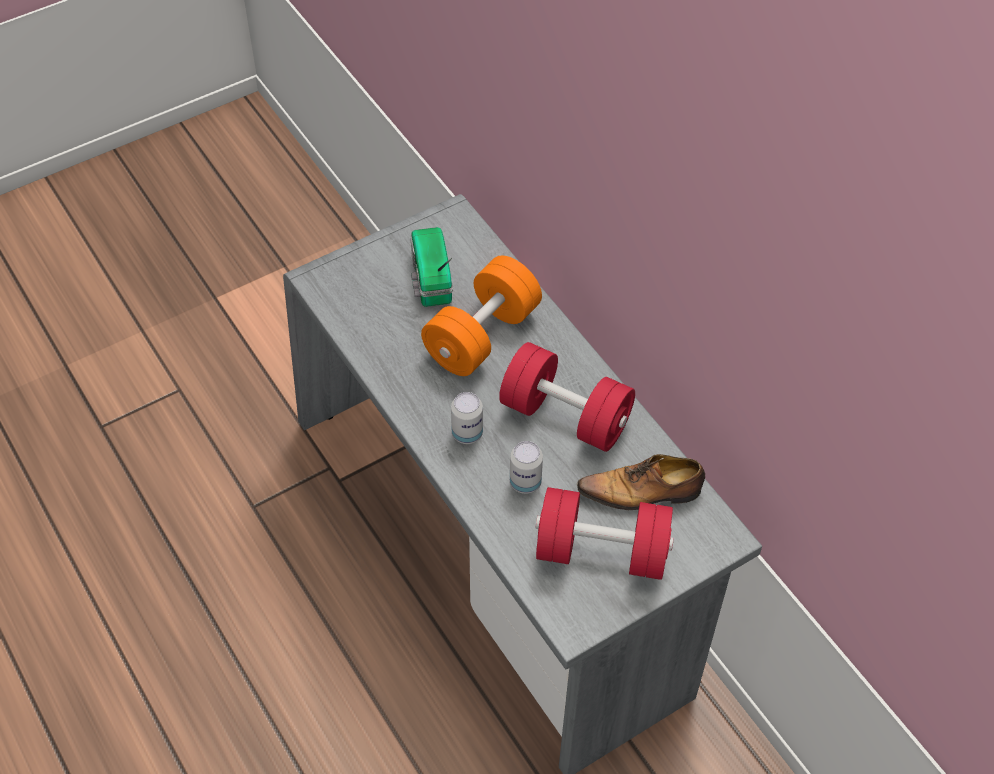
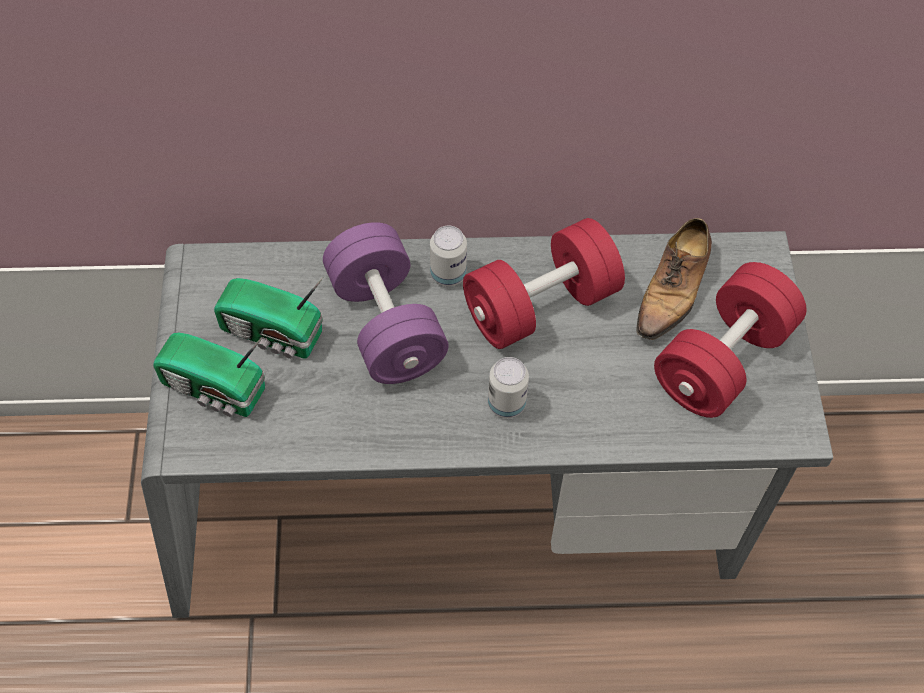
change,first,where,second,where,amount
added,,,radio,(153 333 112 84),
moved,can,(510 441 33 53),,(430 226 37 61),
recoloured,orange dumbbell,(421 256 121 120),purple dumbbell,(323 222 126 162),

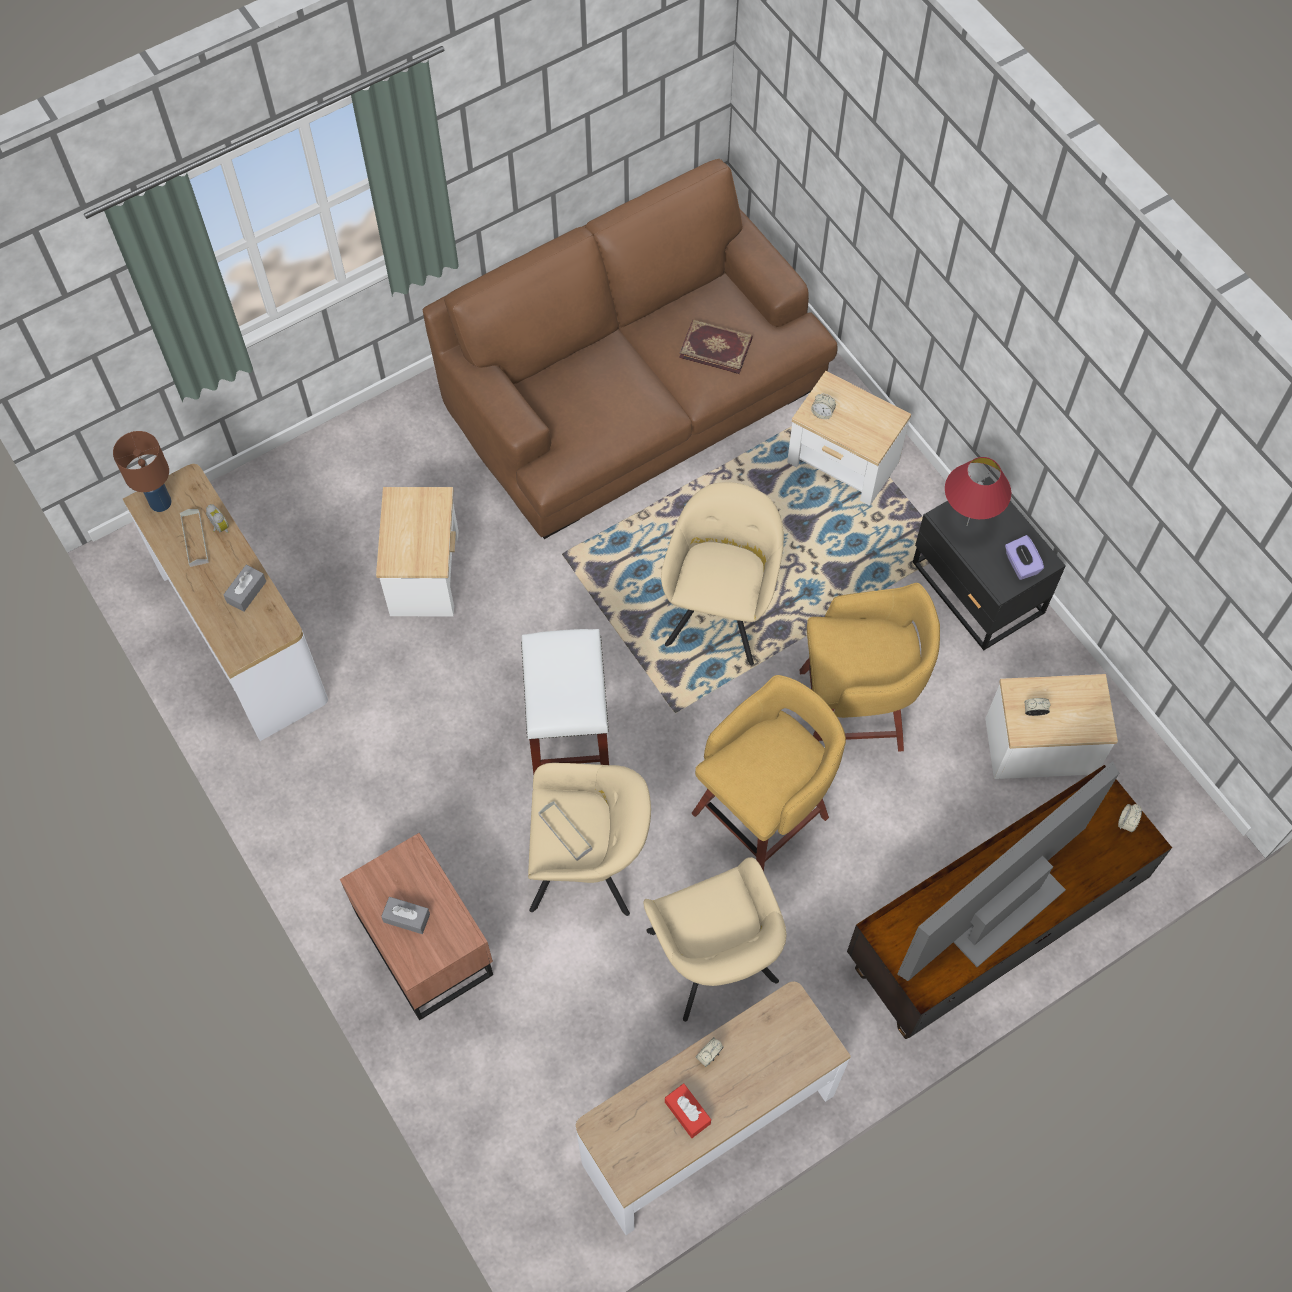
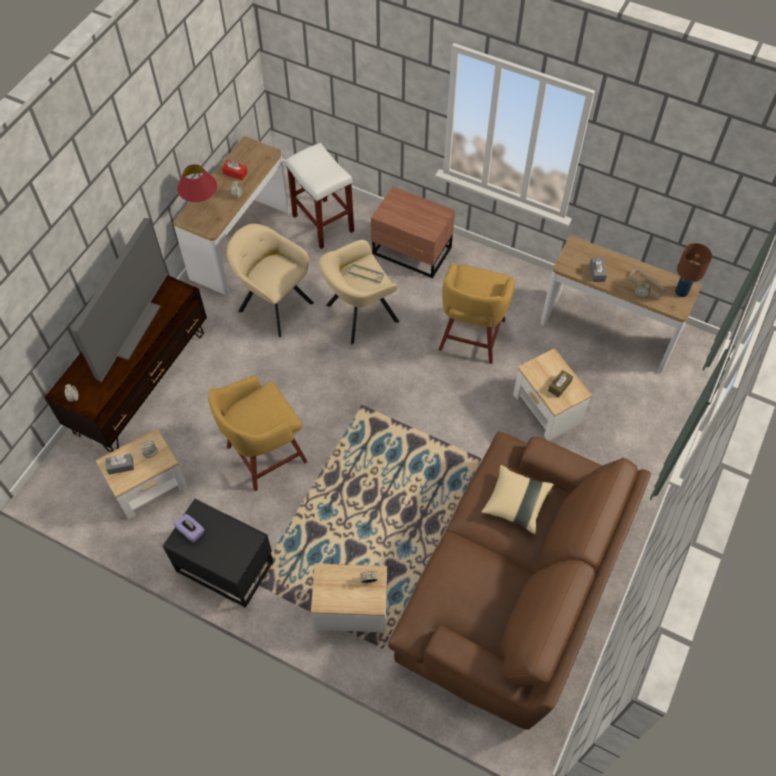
change,first,where,second,where,amount
removed,beige armchair,(661 482 123 183),,,
removed,book,(679 320 74 54),,,
added,,,beige pillow,(481 465 73 69),
added,,,brown tissue box,(548 370 25 28),
moved,grey tissue box,(381 897 49 37),,(105 454 29 21),
moved,white stool,(521 629 88 145),,(286 143 68 106),
moved,yellow stool,(691 675 155 197),,(438 263 77 101),
moved,red table lamp,(945 457 66 68),,(177 164 40 50),

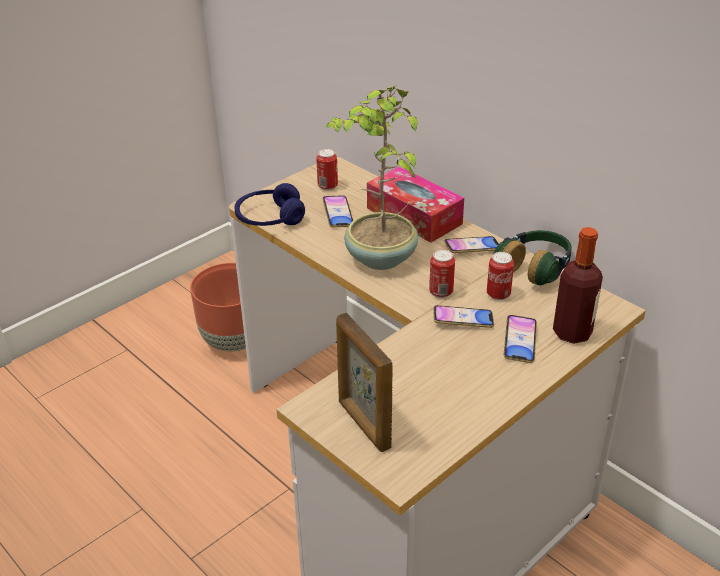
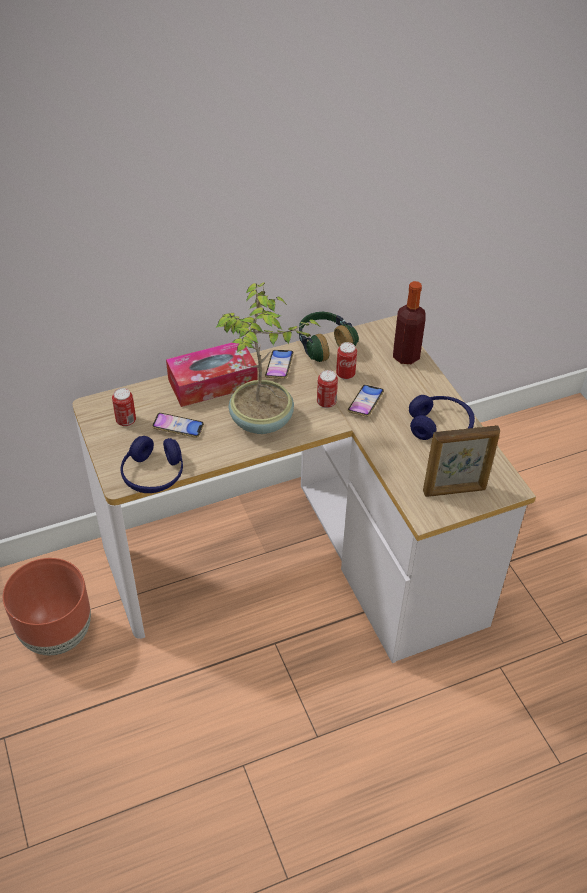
change,first,where,second,where,amount
removed,phone,(504 315 33 48),,,
added,,,blue headphones,(409 395 66 45),

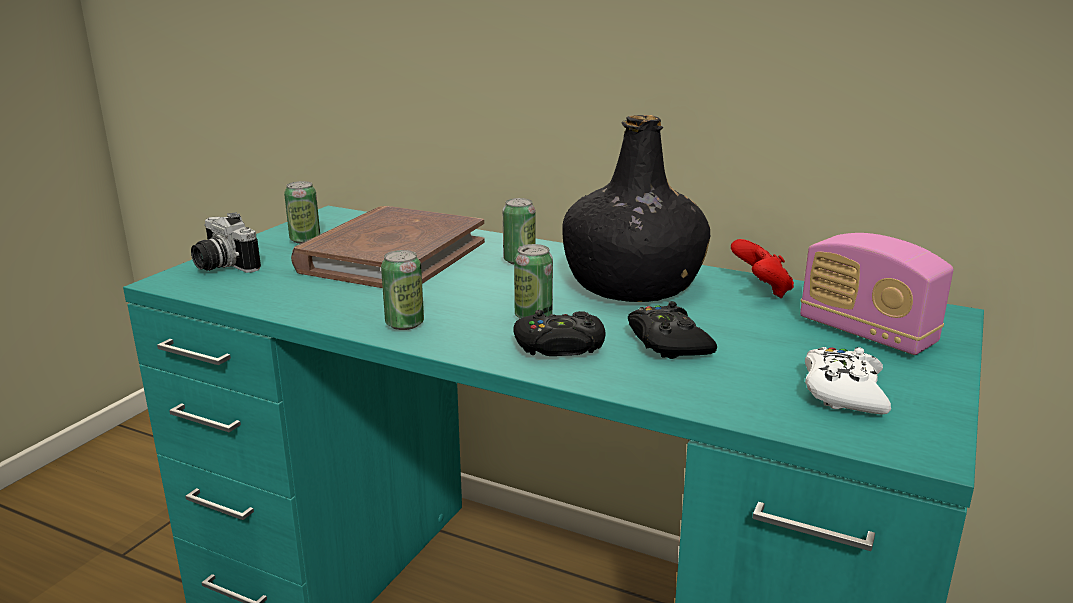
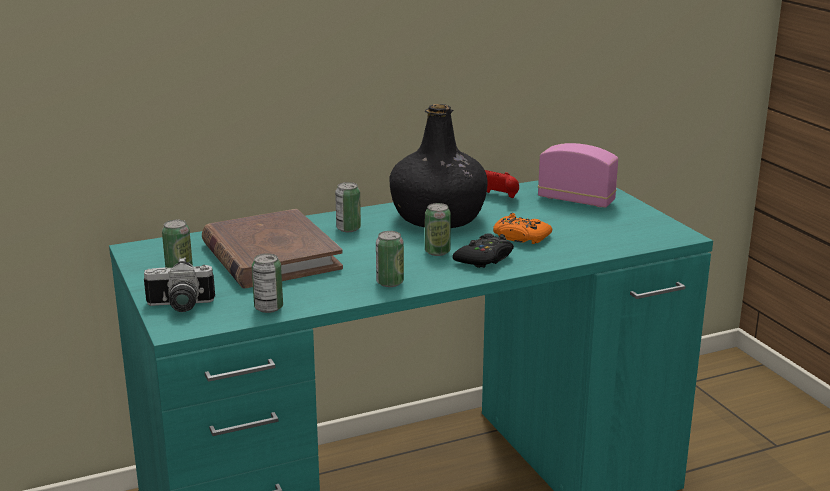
change,first,where,second,where,amount
removed,white game controller,(805 347 86 68),,,
added,,,can,(252 253 31 60),
recoloured,black game controller,(628 301 89 58),orange game controller,(493 213 59 31),
turned,radio,(800 233 154 122),,(538 143 80 65),150 degrees counterclockwise

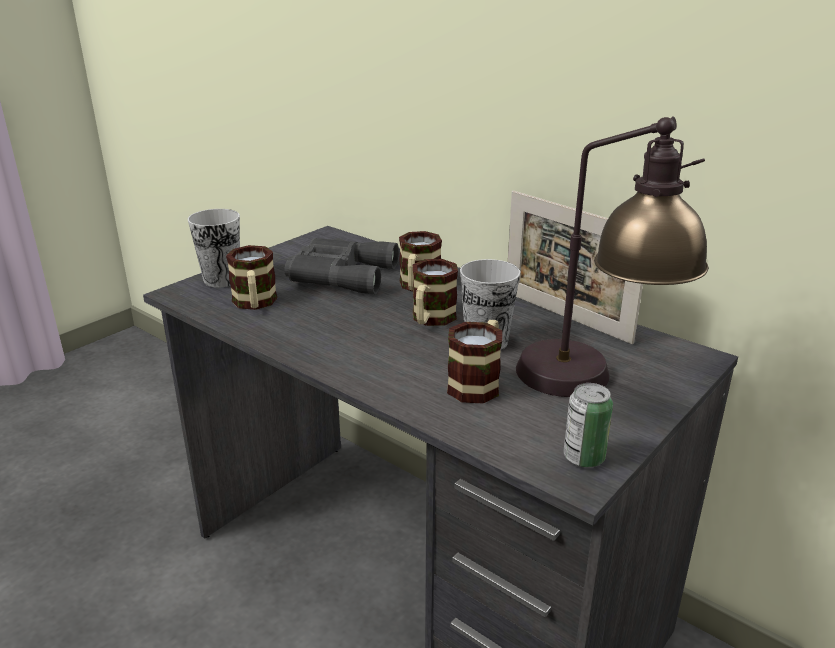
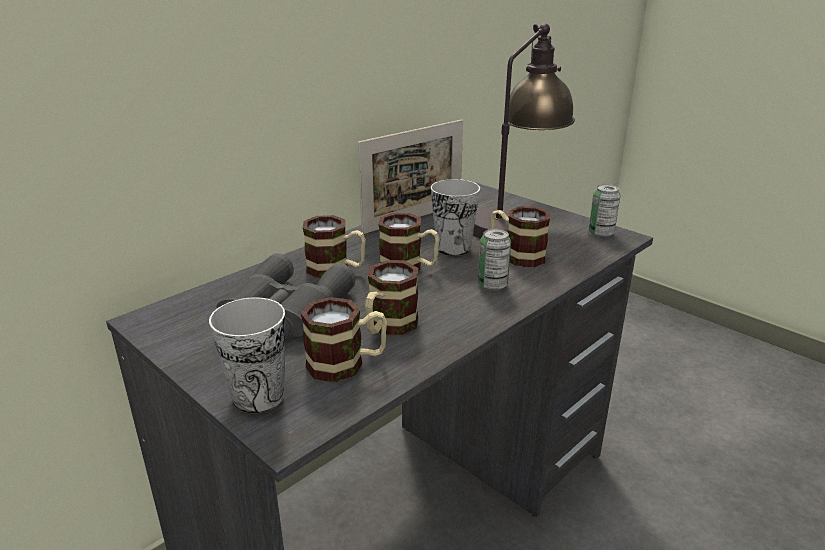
change,first,where,second,where,amount
added,,,mug,(365 260 53 75),
added,,,can,(478 229 33 62),

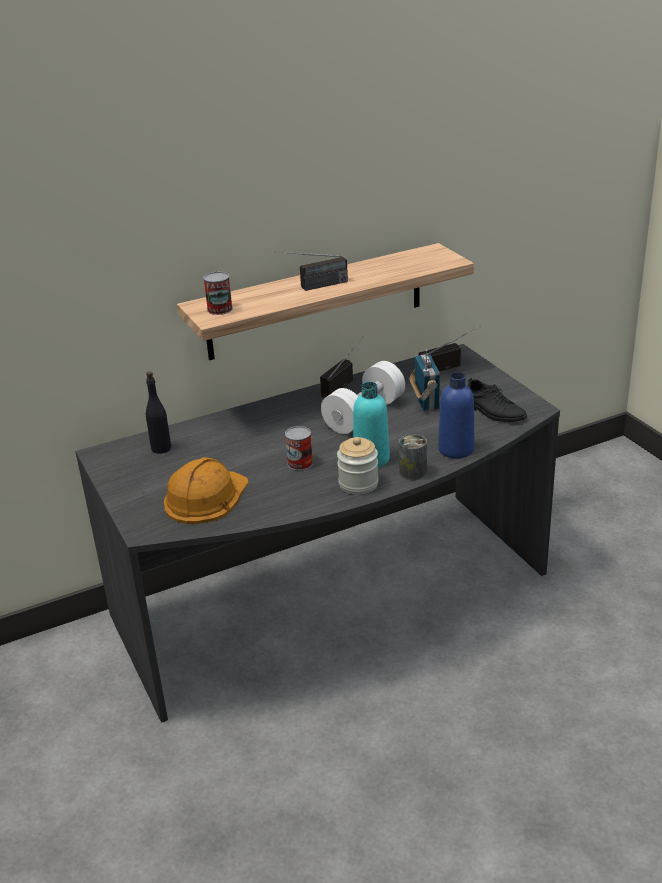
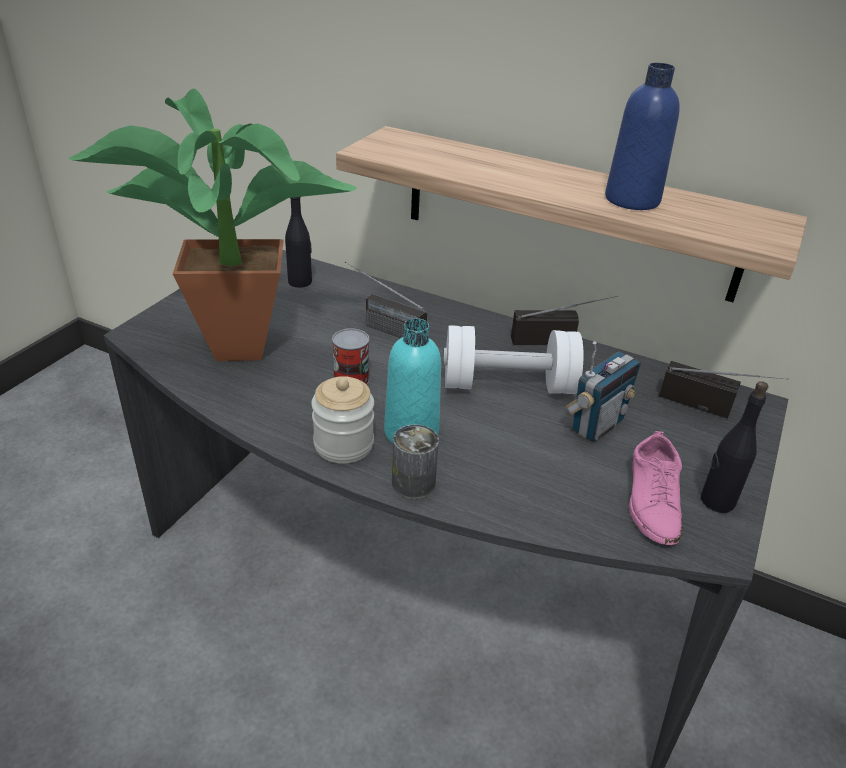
change,first,where,second,where,amount
removed,can,(203 272 30 43),,,
added,,,black bottle,(701 381 67 132),
moved,radio,(274 252 74 39),,(345 261 82 77),
moved,blue bottle,(438 372 36 86),,(605 63 75 147),
replaced,orange hard hat,(164 457 85 67),potted plant,(69 88 288 273),
recoloured,black shoe,(468 378 59 44),pink shoe,(629 431 53 114),

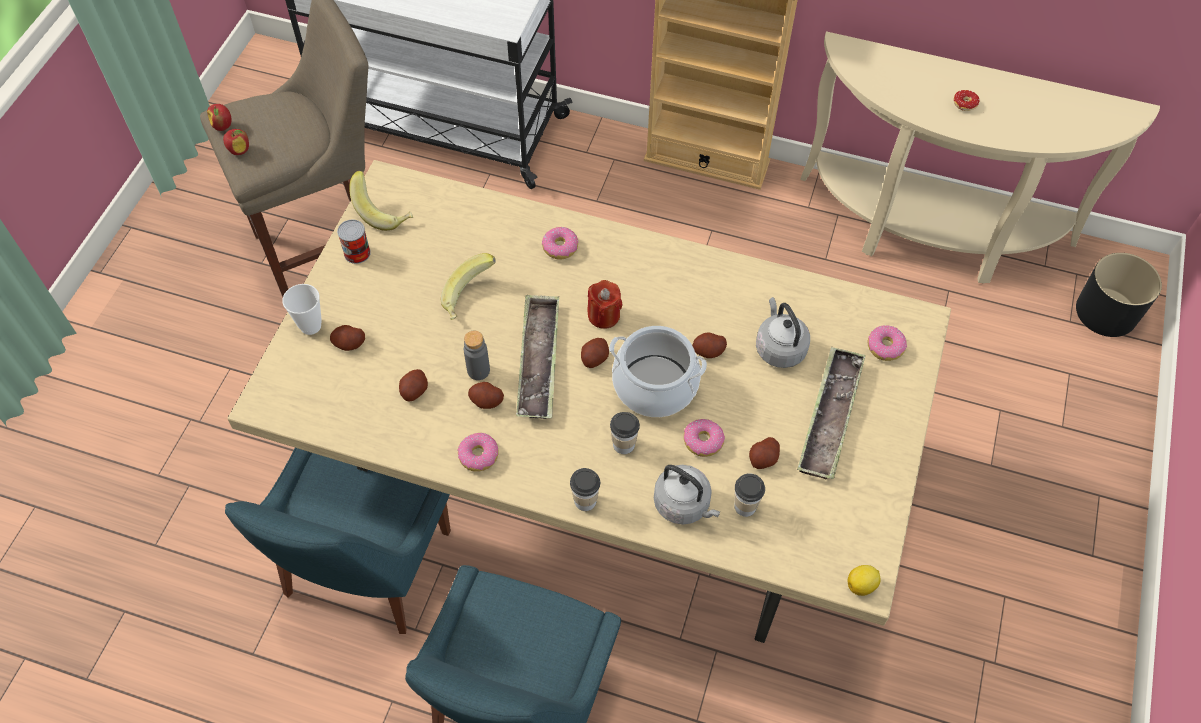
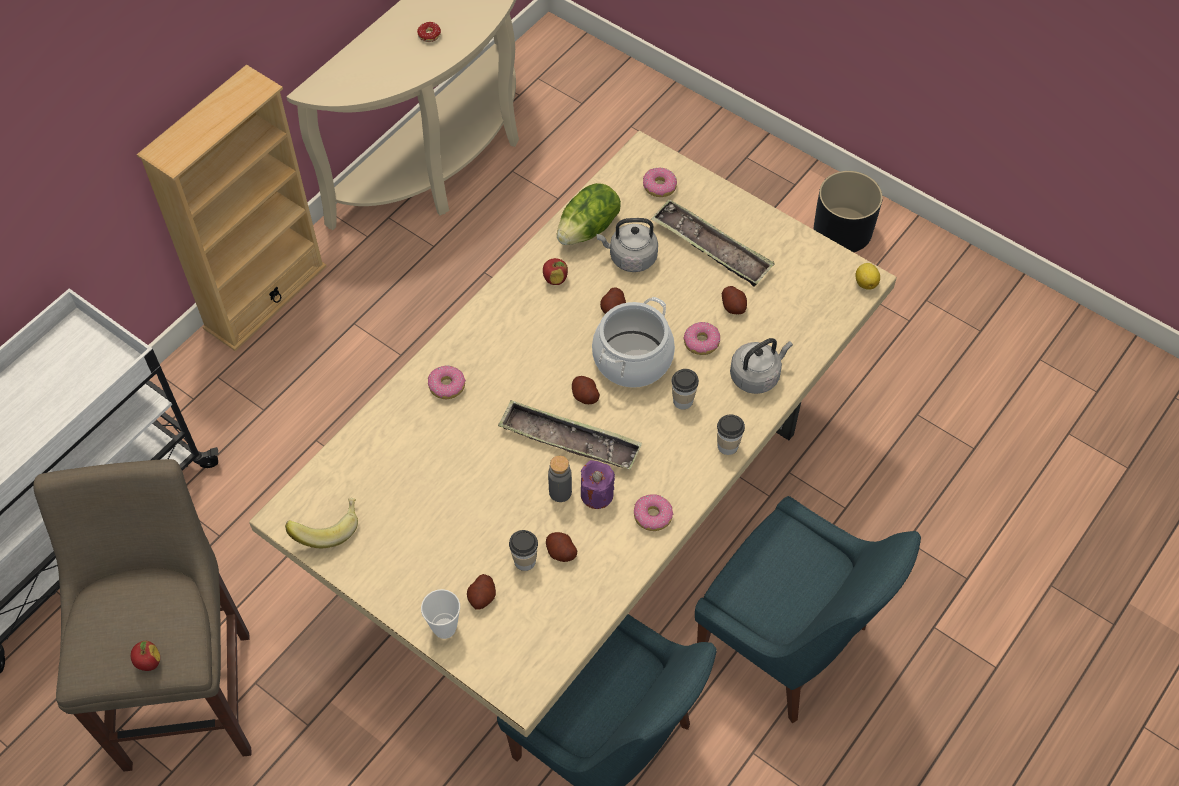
change,first,where,second,where,amount
removed,can,(337 220 34 44),,,
removed,banana,(441 253 55 67),,,
removed,red candle,(587 280 36 49),,,
added,,,lettuce,(557 183 64 62),
moved,apple,(207 104 24 27),,(543 258 25 27),
moved,cup,(734 473 31 44),,(509 530 29 41),
moved,black planter,(1076 253 86 84),,(814 171 69 81),
replaced,potato,(468 382 36 27),purple candle,(581 460 34 49),

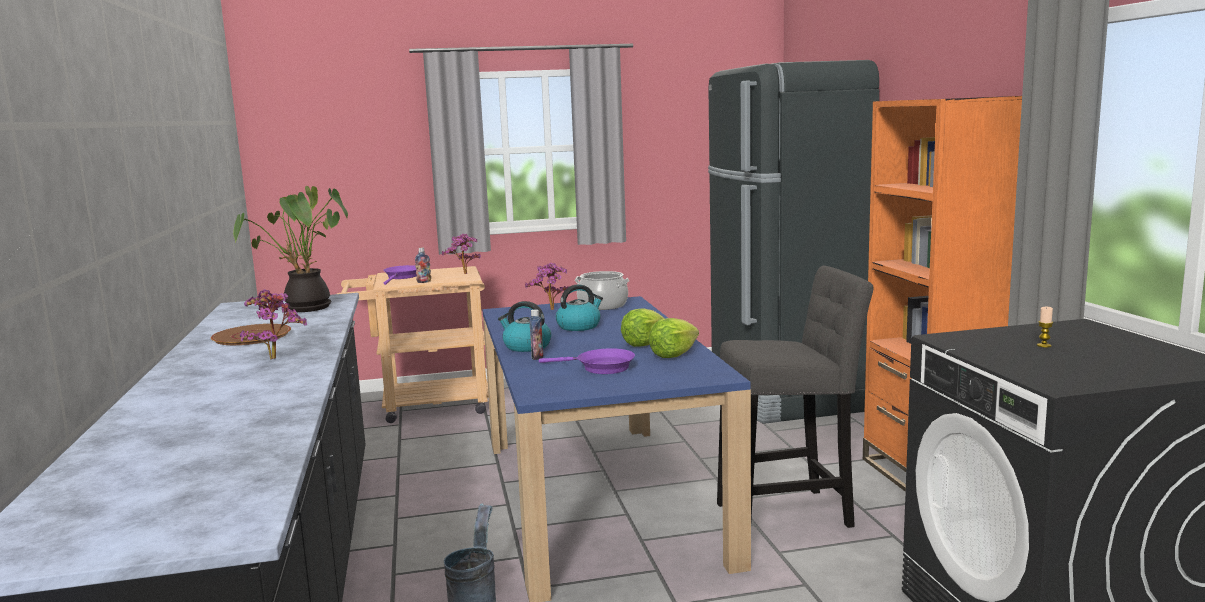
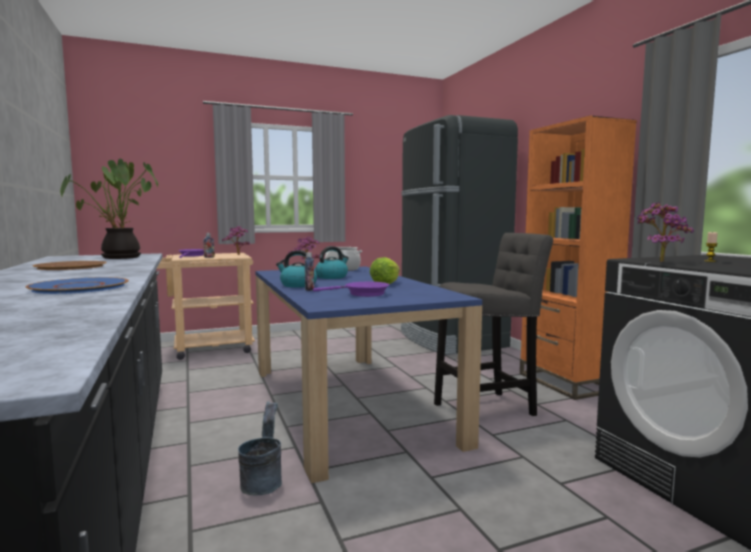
change,first,where,second,where,amount
removed,lettuce,(649 318 50 40),,,
added,,,blue plate,(26 277 103 17),
moved,potted plant,(240 289 67 71),,(636 202 58 60),

